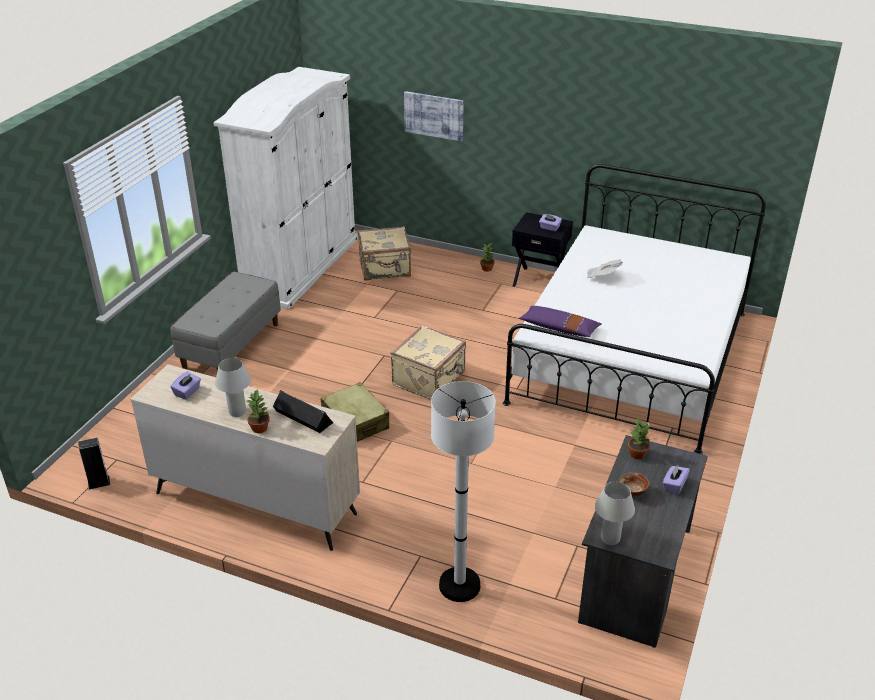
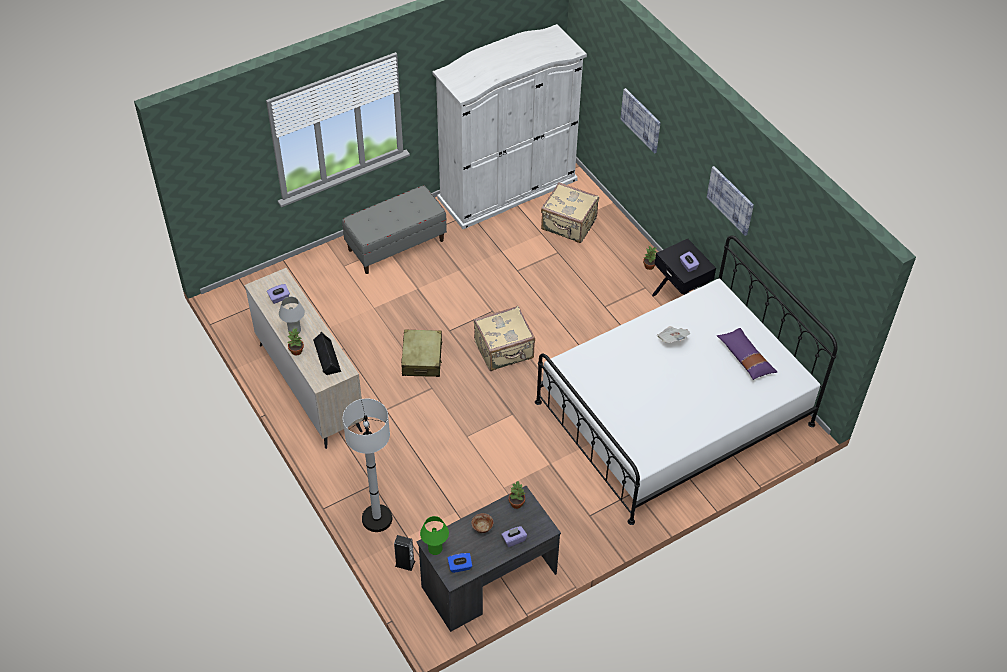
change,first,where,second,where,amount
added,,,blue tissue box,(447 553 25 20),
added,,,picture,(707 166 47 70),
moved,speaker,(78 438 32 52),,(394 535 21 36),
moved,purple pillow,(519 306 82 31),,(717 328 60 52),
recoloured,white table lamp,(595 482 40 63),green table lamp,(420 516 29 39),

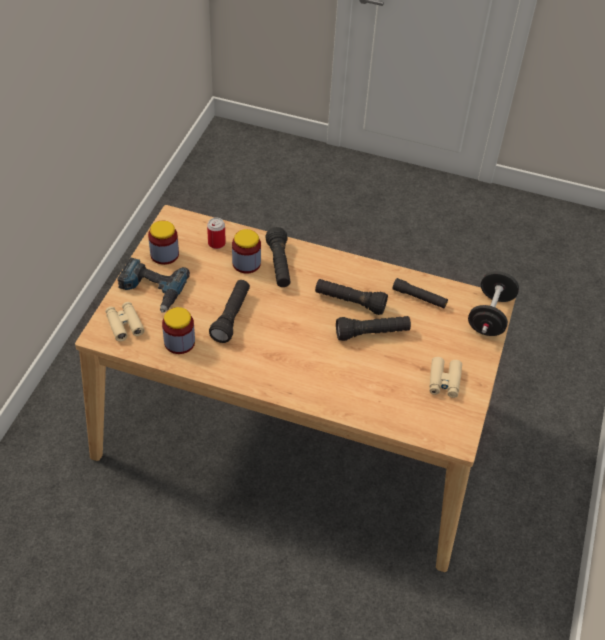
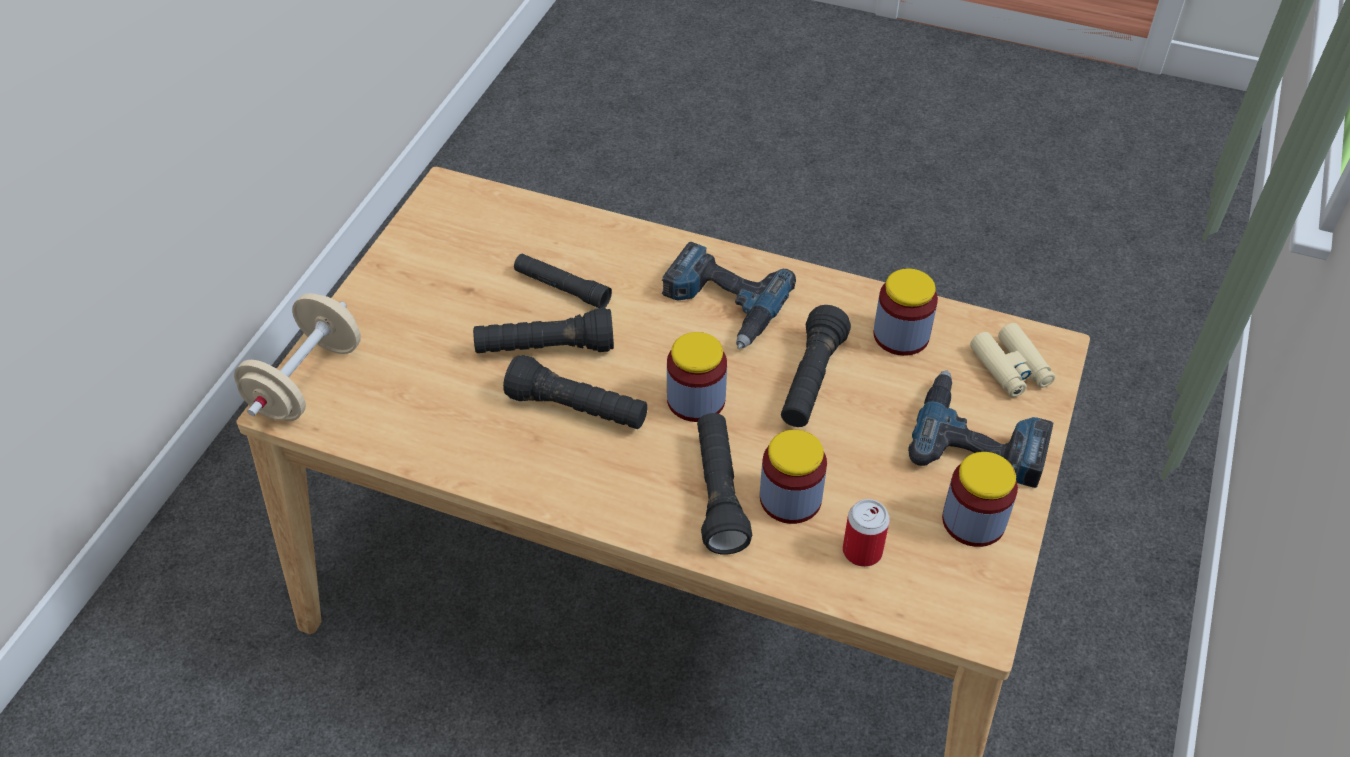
change,first,where,second,where,amount
removed,beige binoculars,(429 357 33 41),,,
added,,,power drill,(662 242 134 107),
added,,,jar,(667 332 60 90),
moved,black flashlight,(392 278 56 30),,(514 254 98 54),
recoloured,black dumbbell,(468 271 51 65),beige dumbbell,(234 293 127 128),

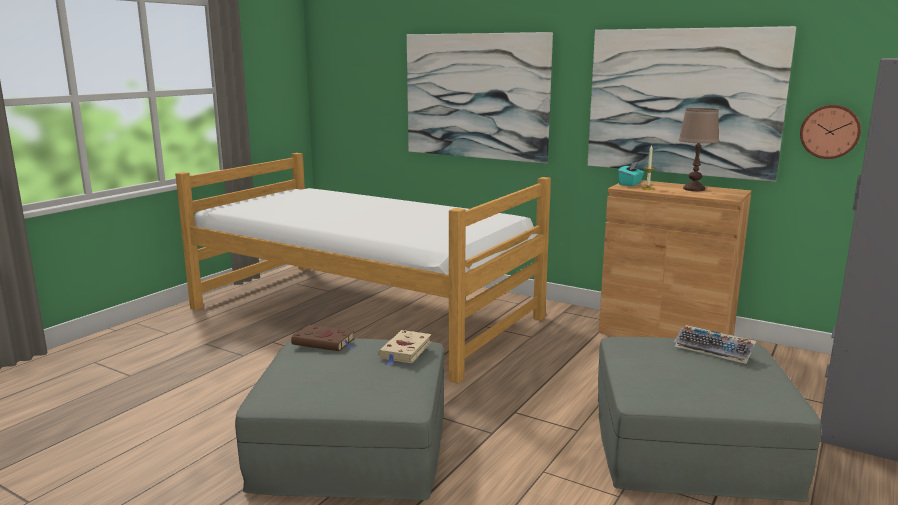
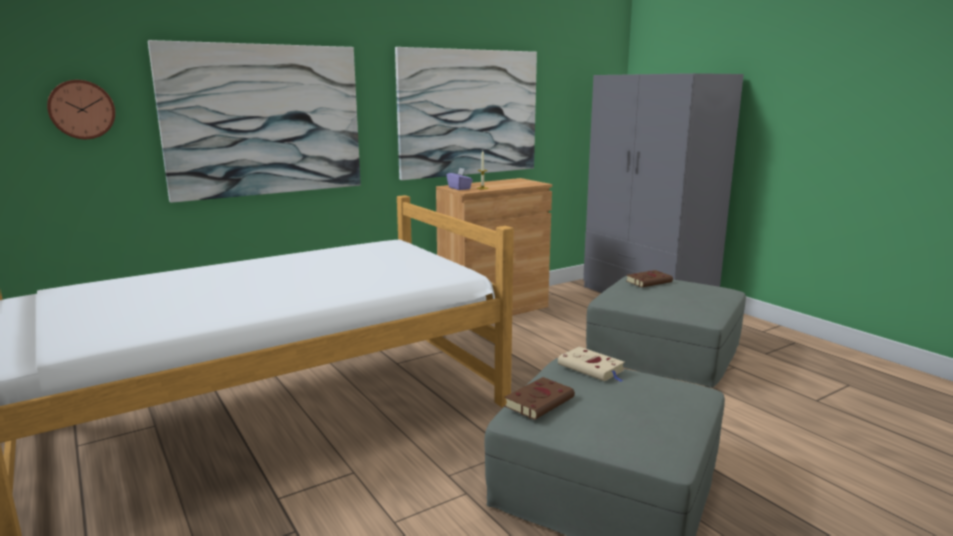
change,first,where,second,where,amount
removed,brown table lamp,(679 108 41 83),,,
moved,wall clock,(800 105 61 54),,(47 80 68 59),
replaced,keyboard,(674 325 82 39),brown book,(626 270 47 17),
recoloured,turquoise tissue box,(618 162 26 24),purple tissue box,(447 168 26 22),

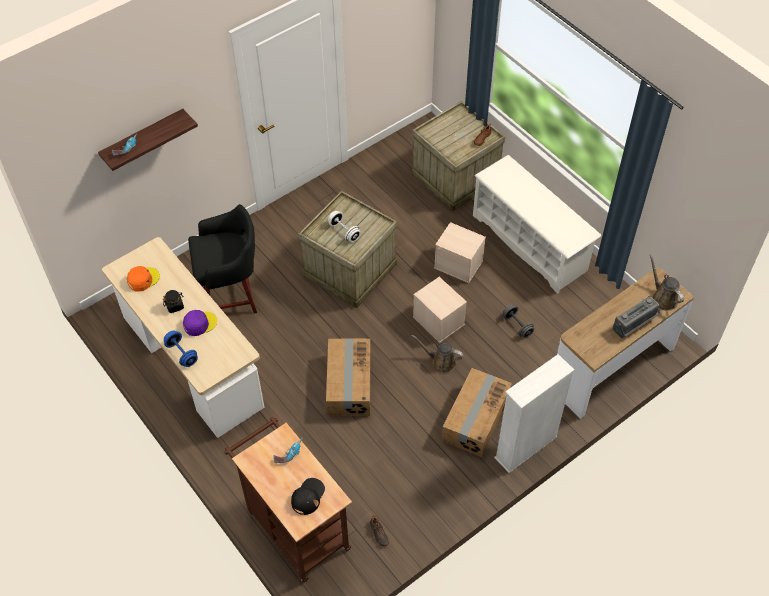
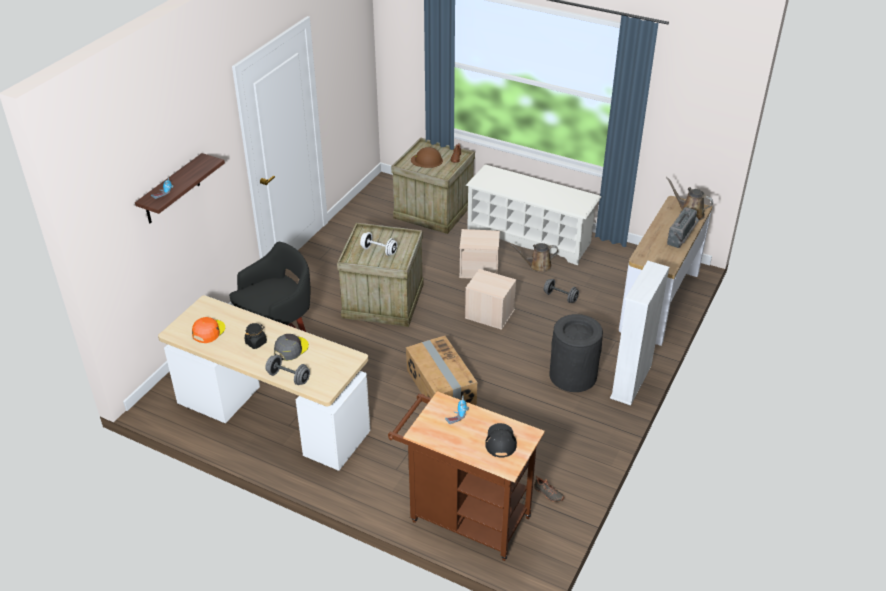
change,first,where,second,where,amount
added,,,brown hard hat,(411 147 32 21),
moved,brown watering can,(412 335 51 38),,(510 243 48 29),
replaced,cardboard box,(442 368 70 89),black trash can,(549 314 54 78),
recoloured,blue dumbbell,(164 330 34 37),grey dumbbell,(265 355 45 30),
recoloured,purple cap,(183 310 34 26),grey cap,(274 334 35 27),

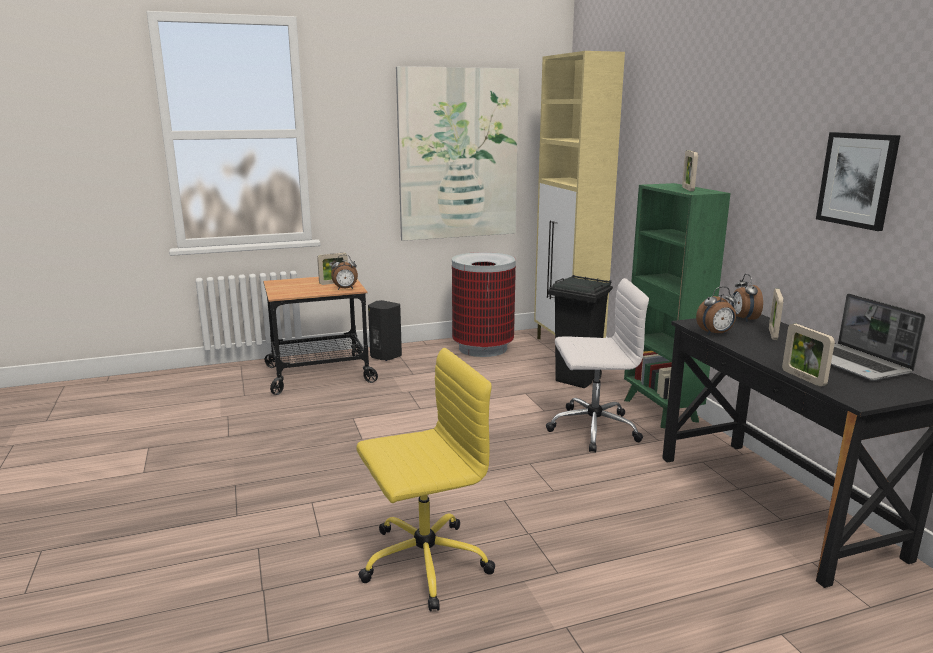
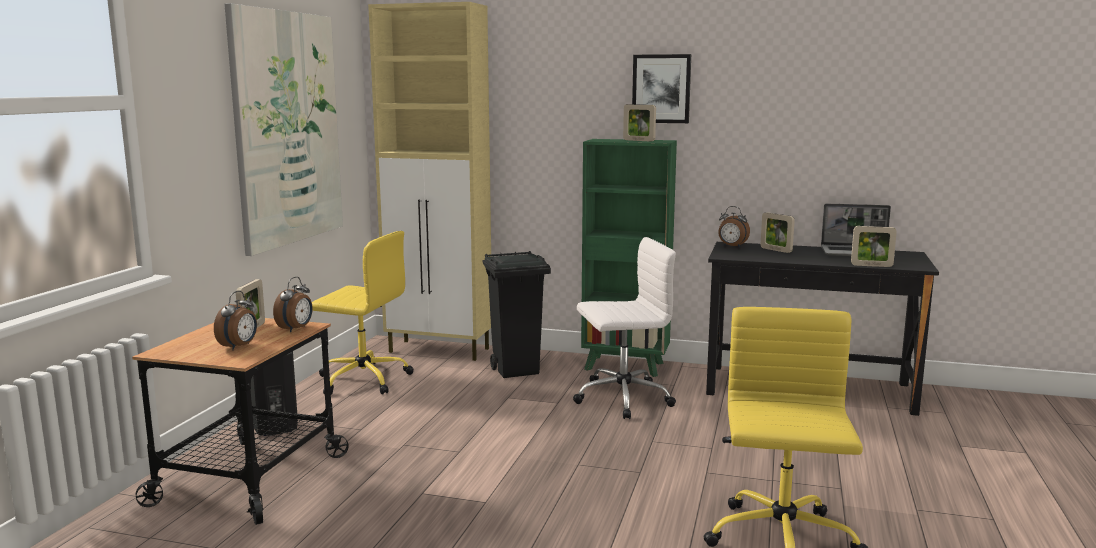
change,first,where,second,where,amount
moved,alarm clock,(696 286 41 49),,(214 291 43 59),
moved,picture,(816 132 85 99),,(632 54 59 69),
replaced,trash can,(452 252 64 105),yellow office chair,(312 231 102 164),
turned,white office chair,(546 278 103 175),,(573 237 103 182),45 degrees clockwise

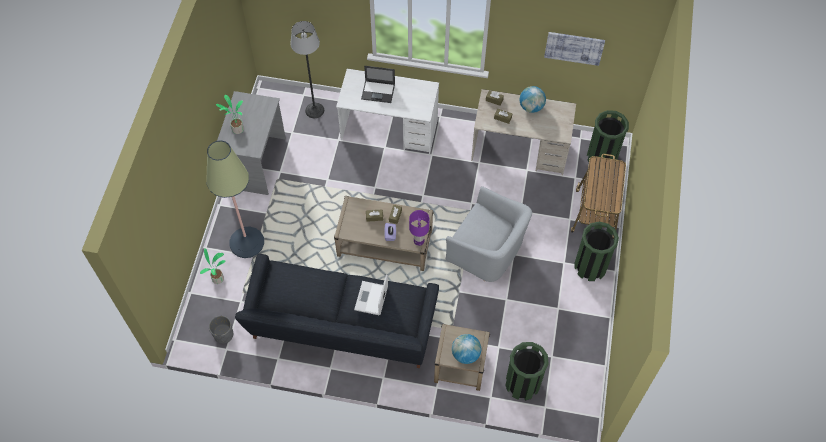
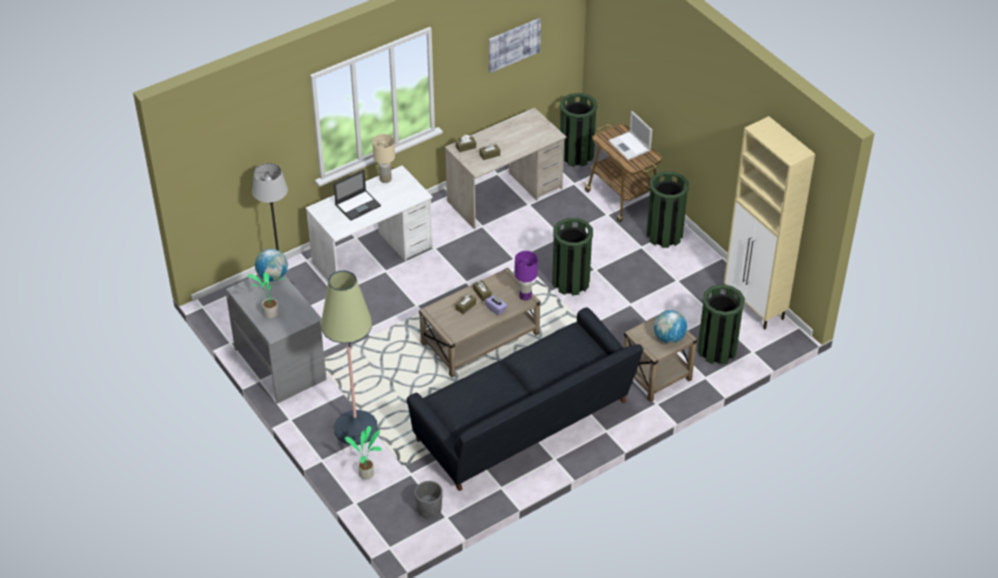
change,first,where,second,where,amount
added,,,beige table lamp,(372 134 23 49),
added,,,beige cabinet,(724 116 91 214),
moved,laptop,(354 275 34 40),,(608 111 44 49),
moved,globe,(520 86 26 27),,(255 249 33 32),
replaced,grey armchair,(446 186 86 96),green trash can,(552 218 41 78),

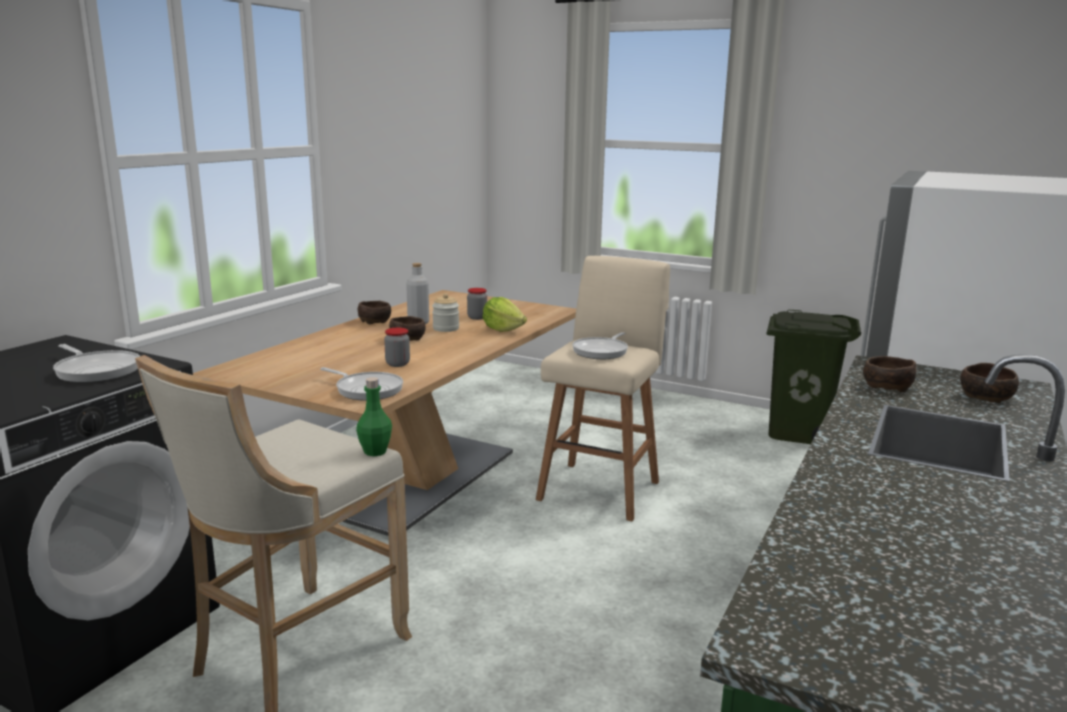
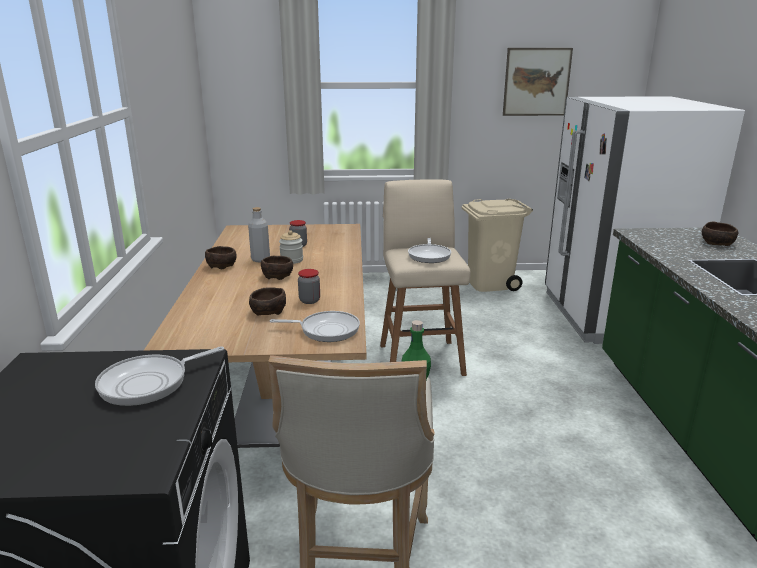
change,first,where,second,where,amount
removed,lettuce,(483 297 44 35),,,
added,,,picture,(503 48 70 68),
moved,brown bowl,(863 356 53 36),,(249 287 37 28),
recoloured,green trash can,(767 310 94 134),beige trash can,(461 199 72 93),
turned,frying pan,(53 344 87 39),,(95 346 129 60),135 degrees clockwise

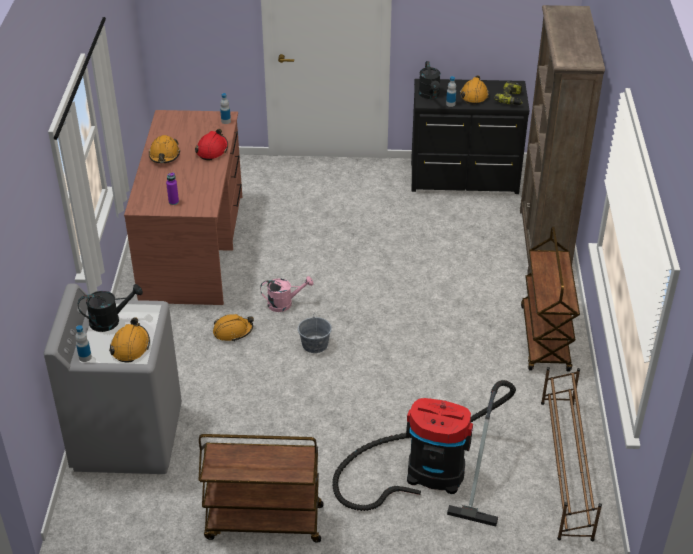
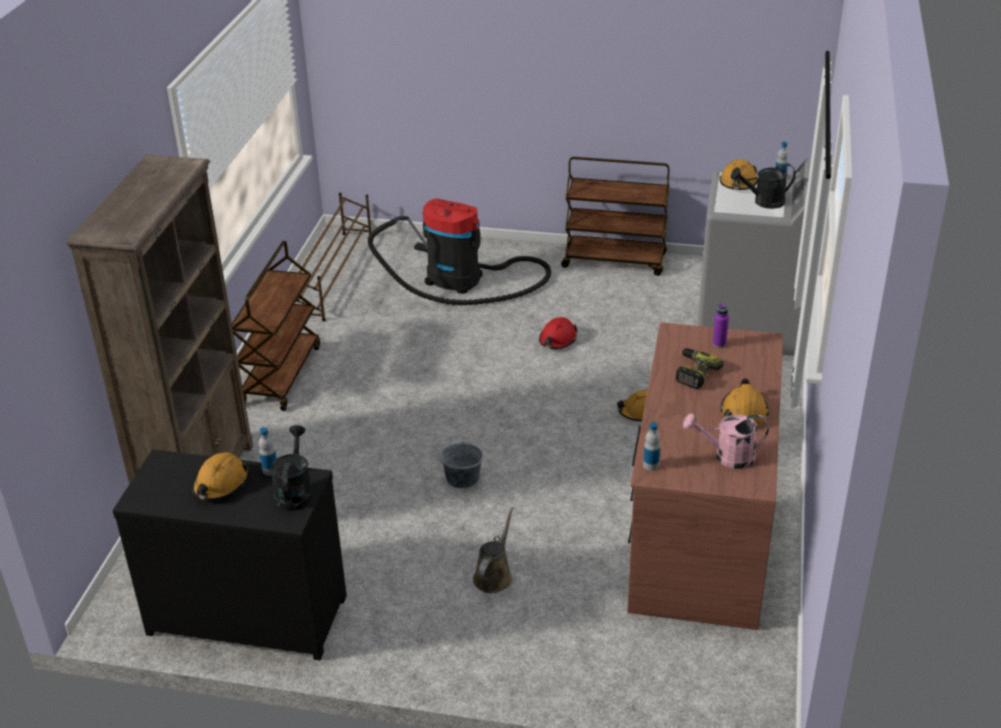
change,first,where,second,where,amount
added,,,brown watering can,(473 506 41 87),
moved,red hard hat,(195 129 33 31),,(539 317 39 32),
moved,pink watering can,(260 276 53 36),,(683 413 86 56),
moved,grey bucket,(298 312 34 41),,(440 434 43 54),
moved,power drill,(494 81 29 24),,(676 348 48 41),

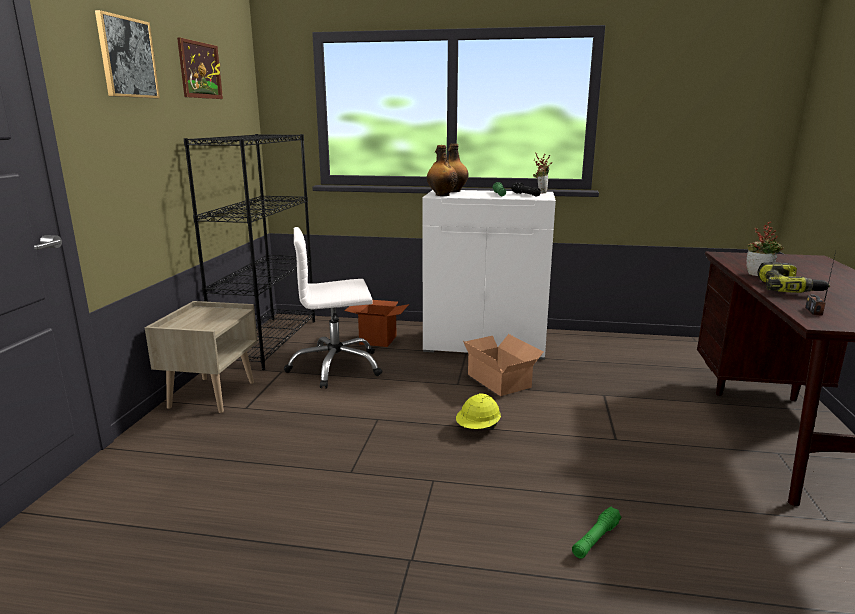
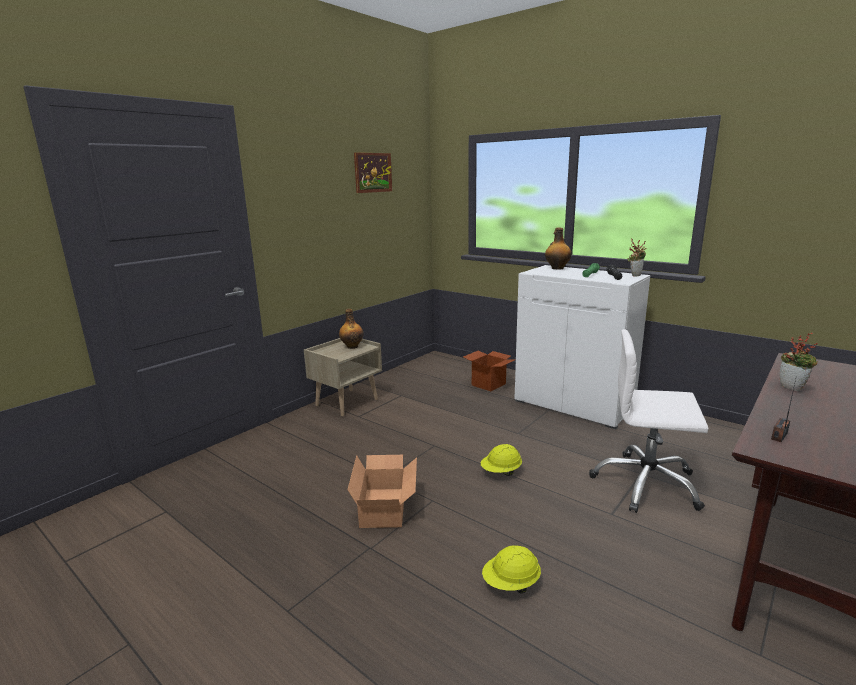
change,first,where,second,where,amount
removed,picture,(95 10 65 88),,,
removed,black bookcase,(184 134 131 236),,,
removed,power drill,(758 262 72 31),,,
moved,white office chair,(284 227 98 162),,(589 329 119 184),
moved,bottle,(427 145 31 51),,(339 309 24 40),
moved,cardboard box,(463 334 81 62),,(347 455 70 73),
replaced,green flashlight,(572 507 49 52),yellow hard hat,(482 545 59 48),

